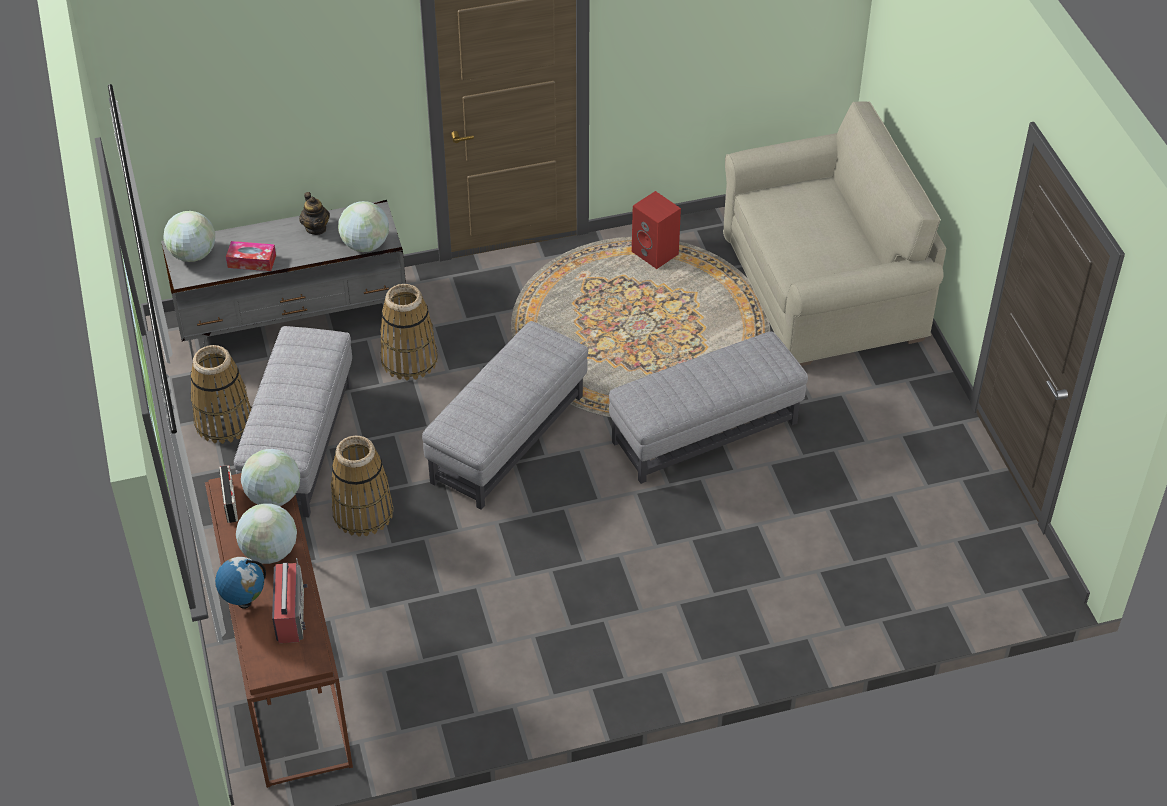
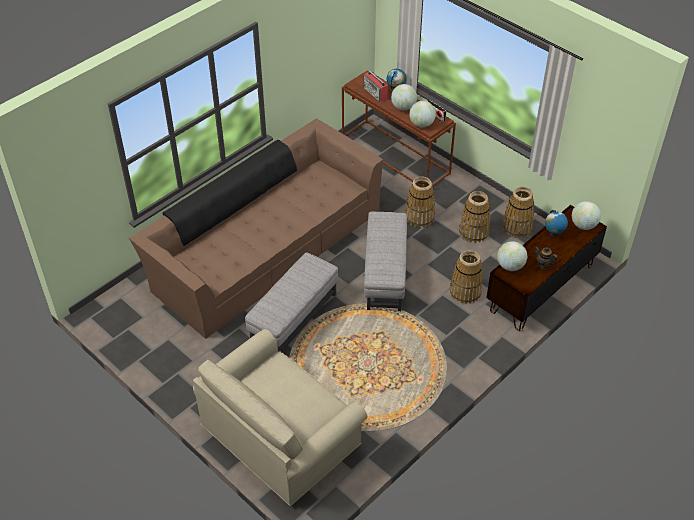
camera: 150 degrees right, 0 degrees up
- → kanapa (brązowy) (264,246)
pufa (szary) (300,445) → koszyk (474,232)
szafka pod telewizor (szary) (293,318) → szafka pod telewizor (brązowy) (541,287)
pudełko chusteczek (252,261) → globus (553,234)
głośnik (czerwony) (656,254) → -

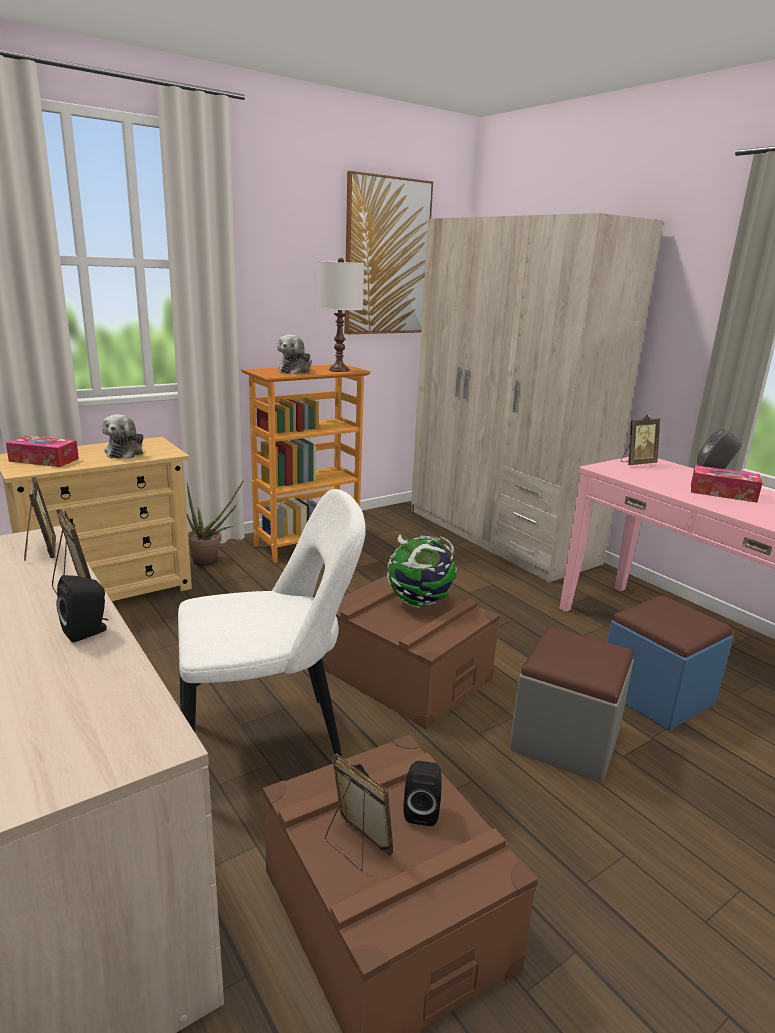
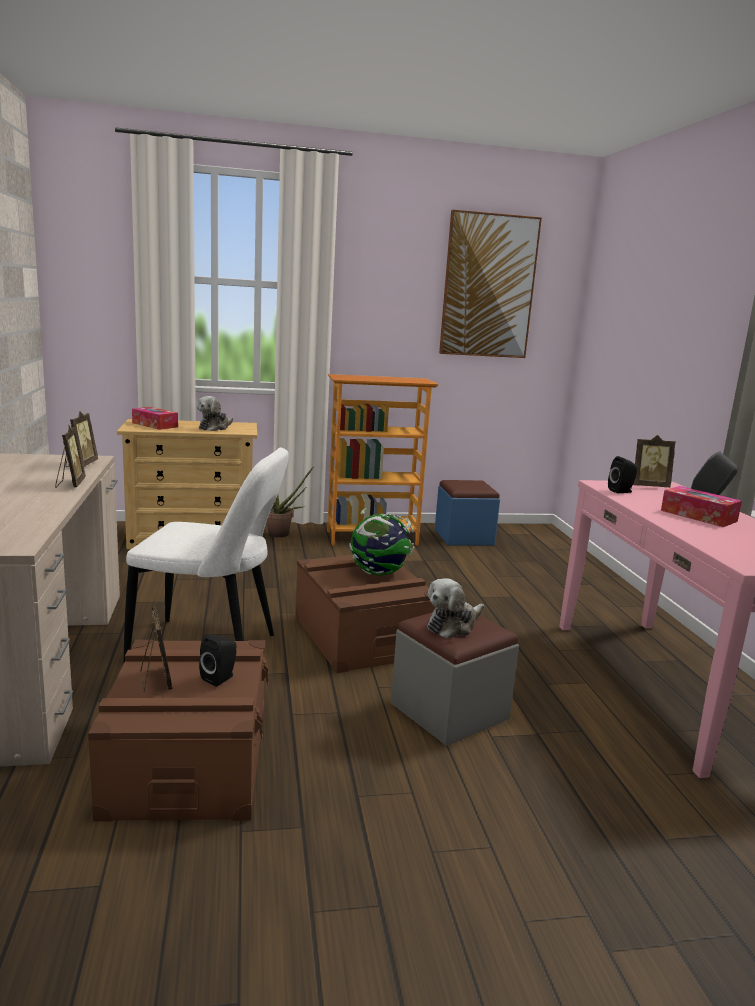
camera: 25 degrees right, 5 degrees down
pluszak (296,371) → pluszak (453,625), relocated
pufa (niebieski) (656,696) → pufa (niebieski) (464,537), relocated
głośnik (czarny) (88,632) → głośnik (czarny) (622,491), relocated
lampa stołowa (biały) (338,370) → -
szafa (beżowy) (499,536) → -

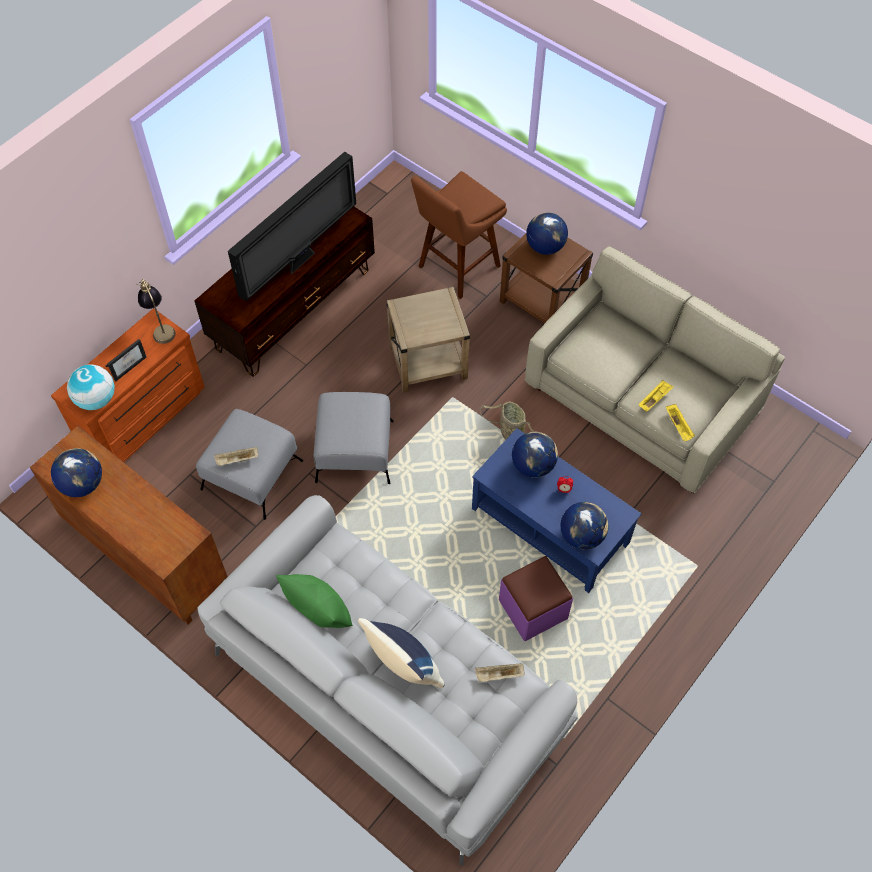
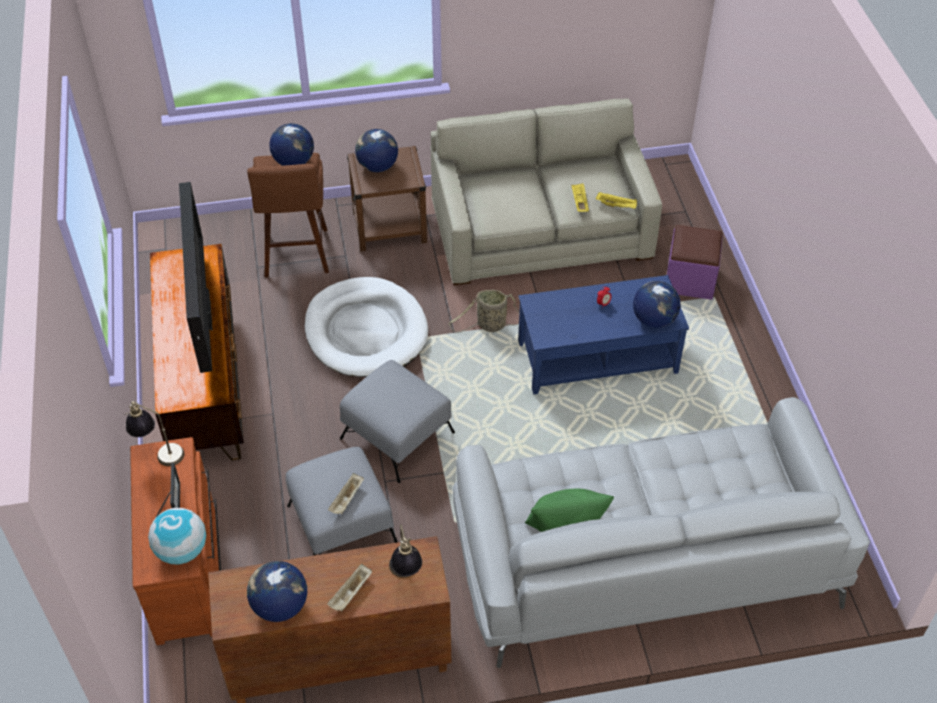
camera: 50 degrees left, 10 degrees down
globus (533,465) → globus (293,162), relocated
stolik (beżowy) (428,362) → legowisko (biały) (366,331)
taca (beżowy) (499,675) → taca (beżowy) (351,593), relocated
- → lampa stołowa (405,576)
pufa (fioletowy) (533,609) → pufa (fioletowy) (690,279), relocated
poduszka (niebieski) (402,666) → -

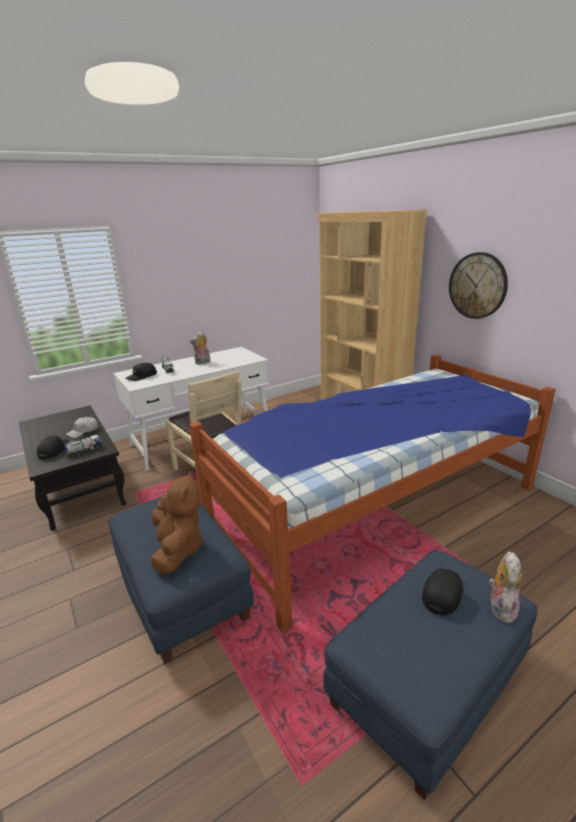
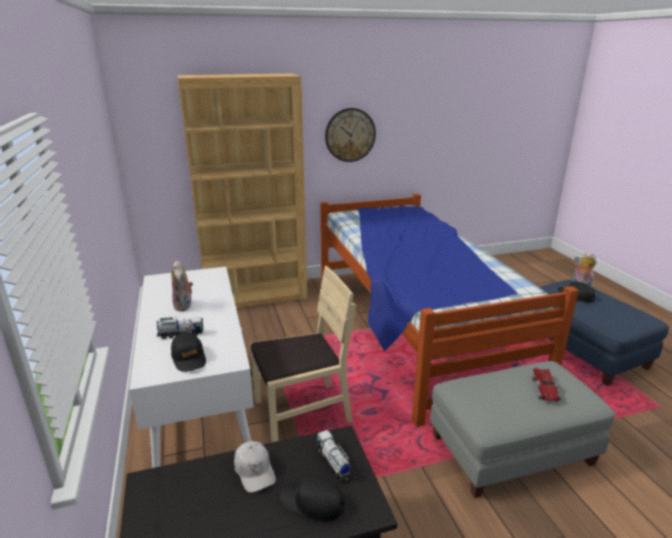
camera: 75 degrees left, 0 degrees up
pufa (niebieski) (182,592) → pufa (szary) (512,449)
pluszak (brązowy) (178,549) → samochodzik (545,389)

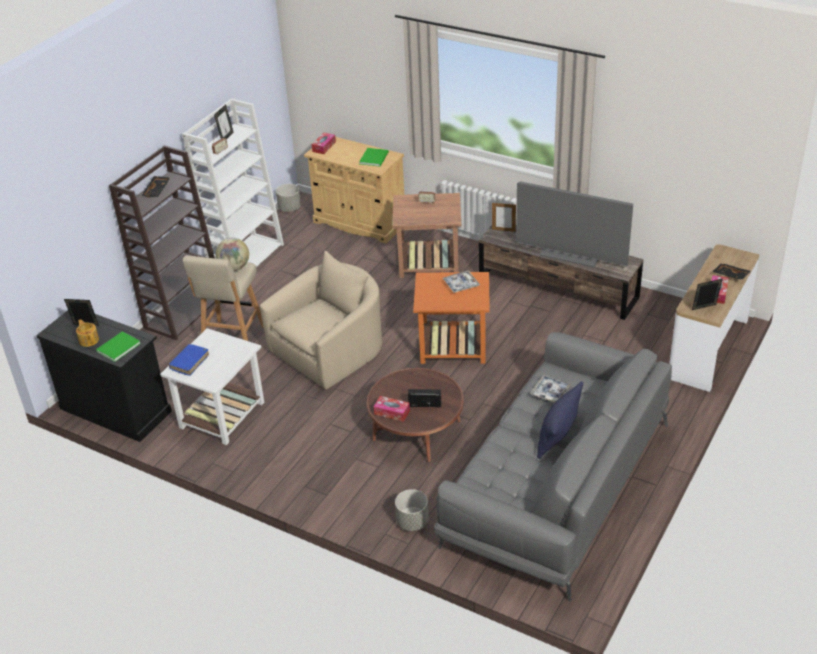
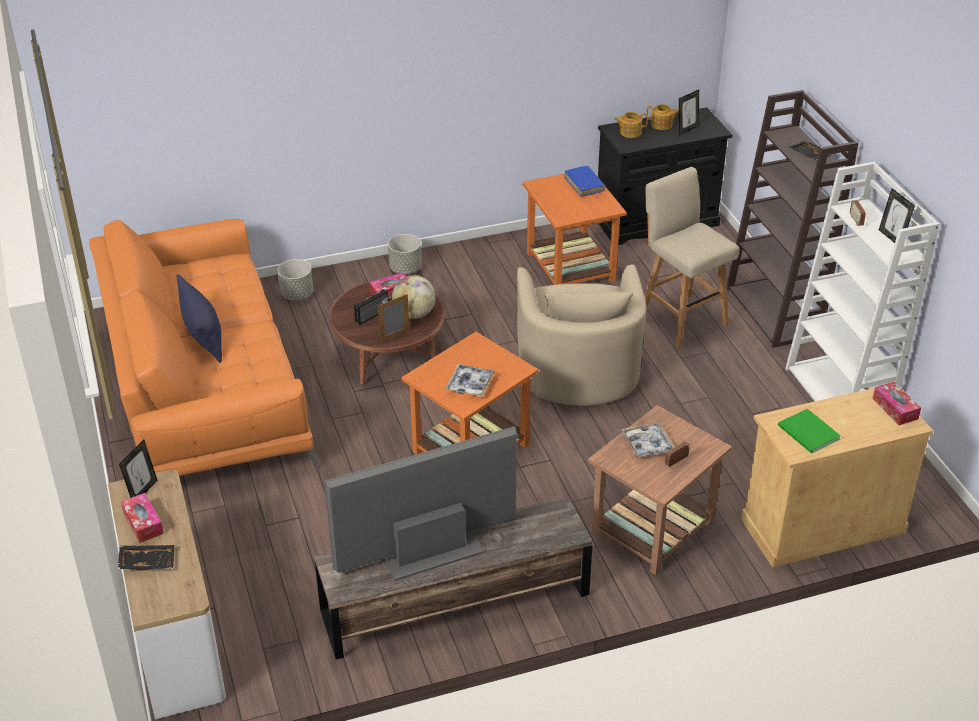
camera: 130 degrees right, 0 degrees up
kanapa (szary) (556,485) → kanapa (pomarańczowy) (205,387)
ramka na zdjęcie (503,230) → ramka na zdjęcie (394,336), relocated
donica (szary) (289,208) → donica (szary) (405,268), relocated
globus (234,267) → globus (414,314), relocated
stolik (biały) (222,414) → stolik (pomarańczowy) (571,267)
książka (zielony) (117,347) → imbryk (630,132)
taca (550,392) → taca (647,444), relocated

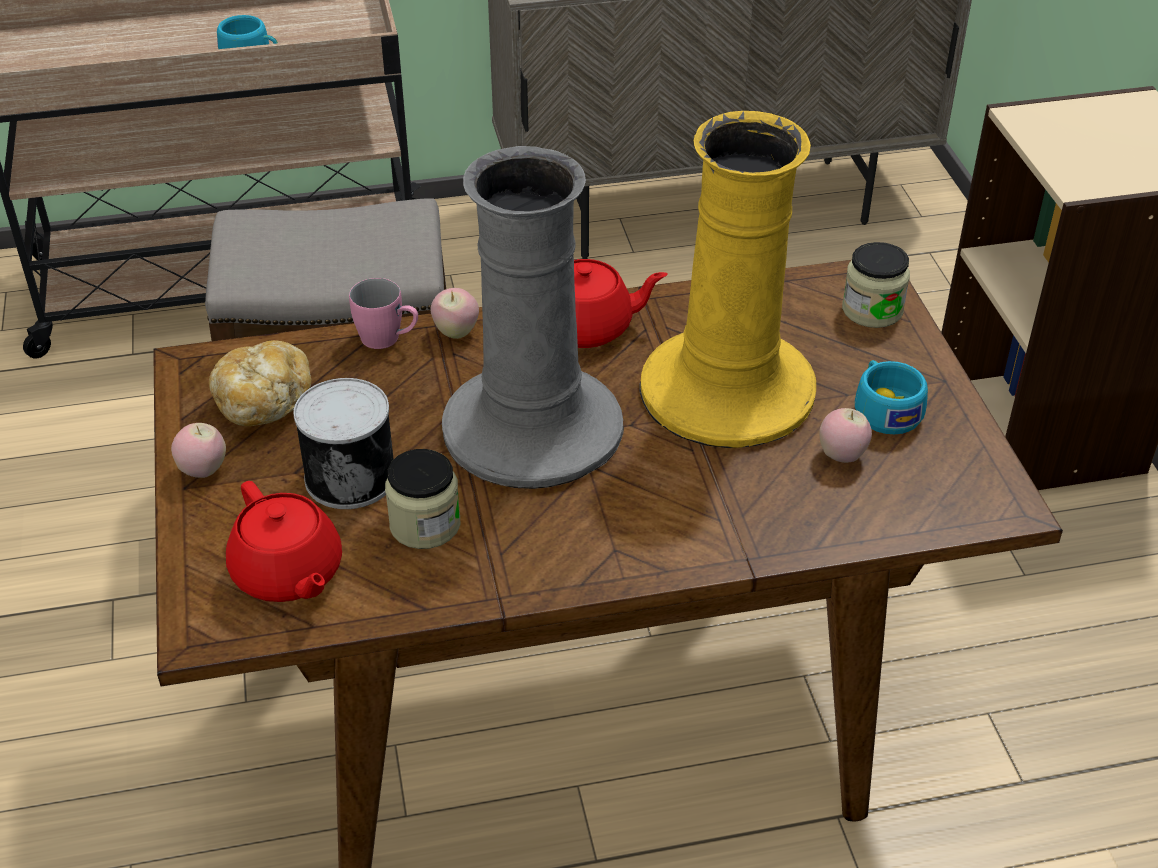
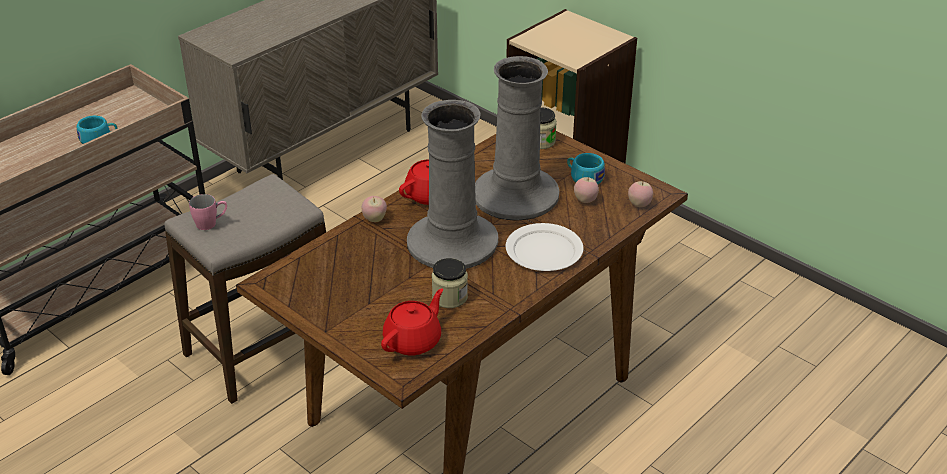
camera: 35 degrees left, 5 degrees down
kubek (różowy) (388,339) → kubek (różowy) (211,223), relocated
imbryk (czerwony) (288,574) → imbryk (czerwony) (413,341), 75 degrees counterclockwise
wazon (żółty) (725,389) → wazon (szary) (515,195)
- → talerz (biały) (543,250)
jabłko (203,471) → jabłko (639,205), relocated
chleb (264,402) → -
puszka (351,475) → -

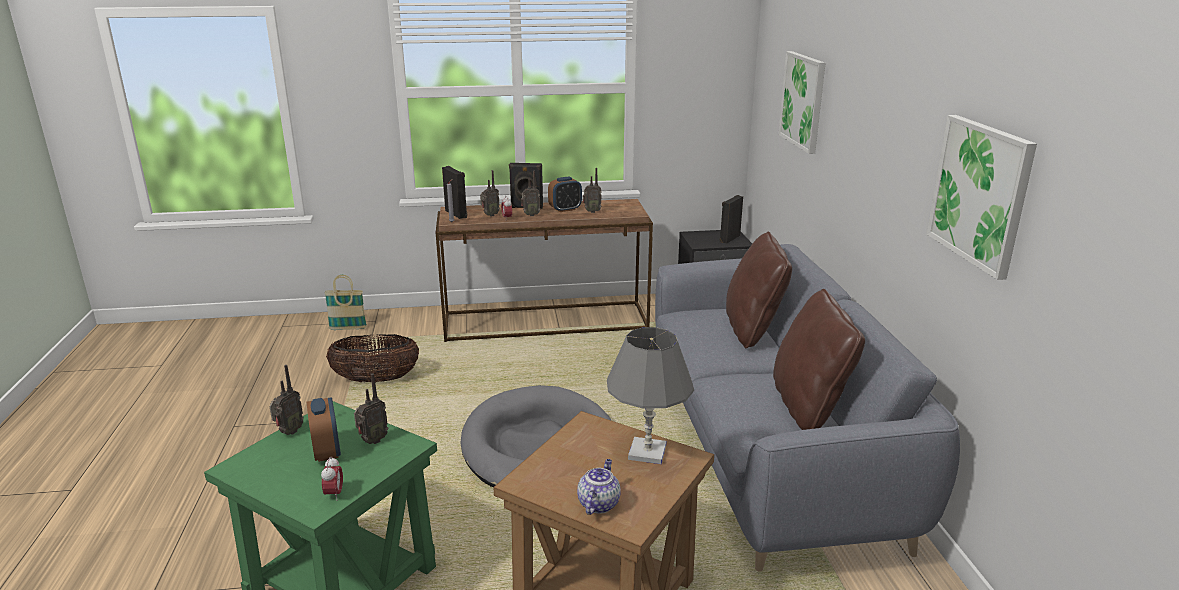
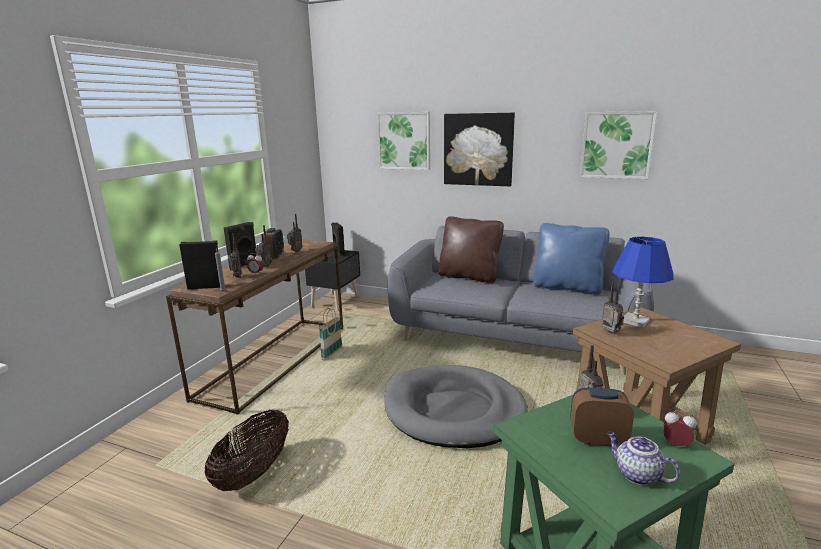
camera: 60 degrees left, 5 degrees down
koszyk (348,328) → koszyk (332,354), relocated
- → obraz (478,149)
poduszka (brązowy) (809,407) → poduszka (niebieski) (567,287)
radio (289,432) → radio (609,333), relocated
imbryk (598,503) → imbryk (636,474), relocated
lampa stołowa (szary) (647,452) → lampa stołowa (niebieski) (635,321)

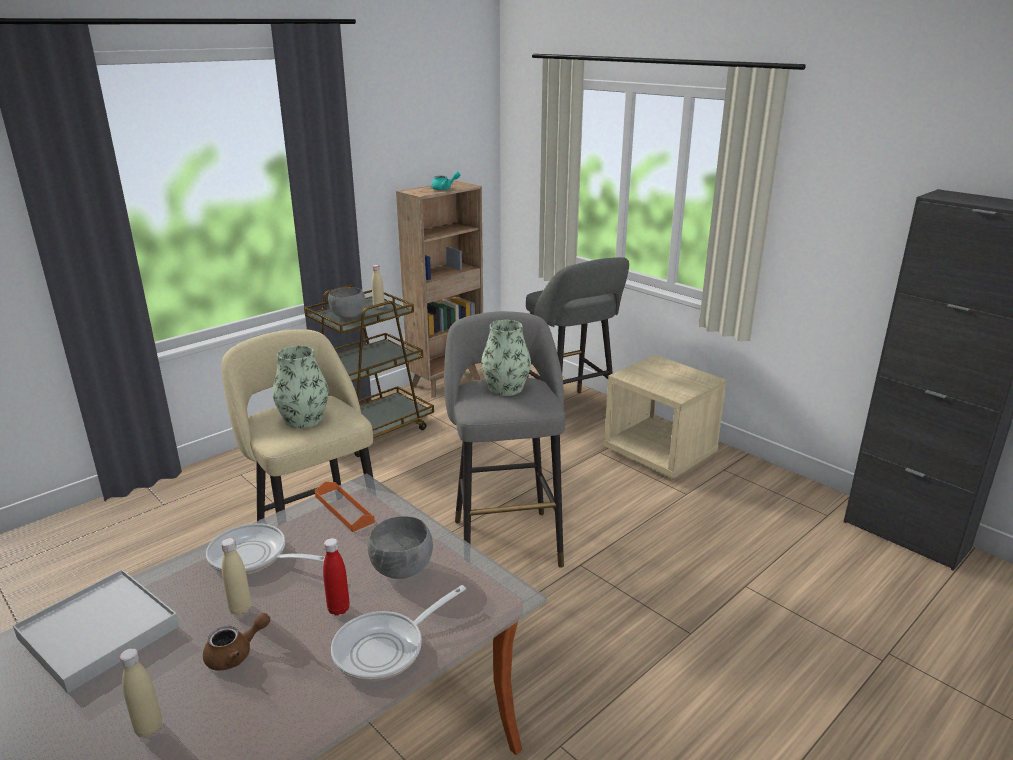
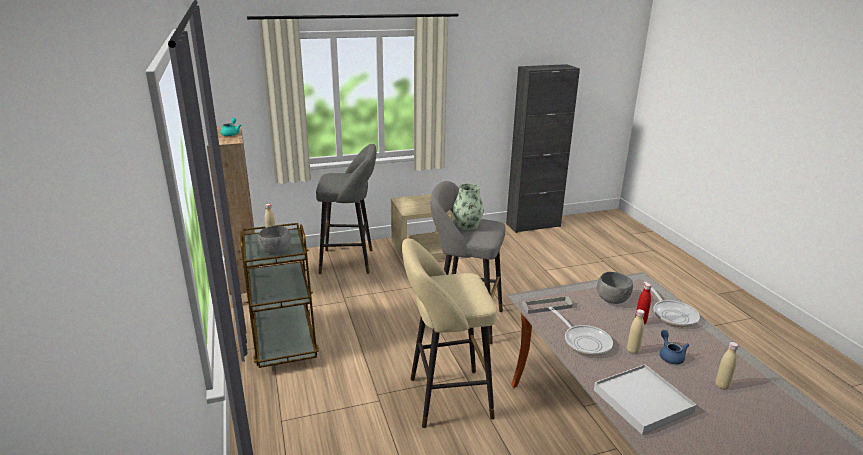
camera: 65 degrees left, 0 degrees up
taca (pomarańczowy) (344,509) → taca (szary) (546,306)
patelnia (254,557) → patelnia (584,341), 75 degrees counterclockwise
imbryk (brązowy) (236,654) → imbryk (niebieski) (670,355)
wazon (304,419) → -

